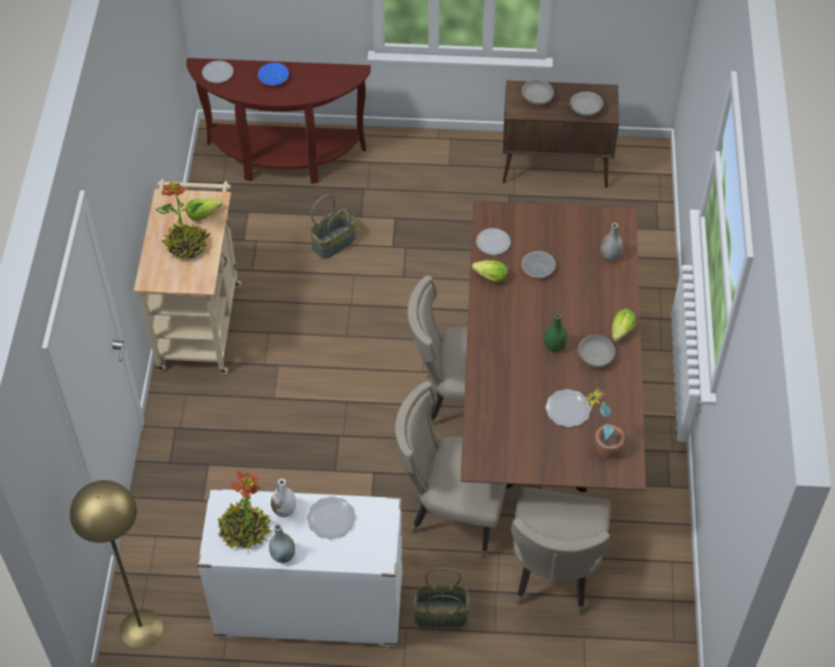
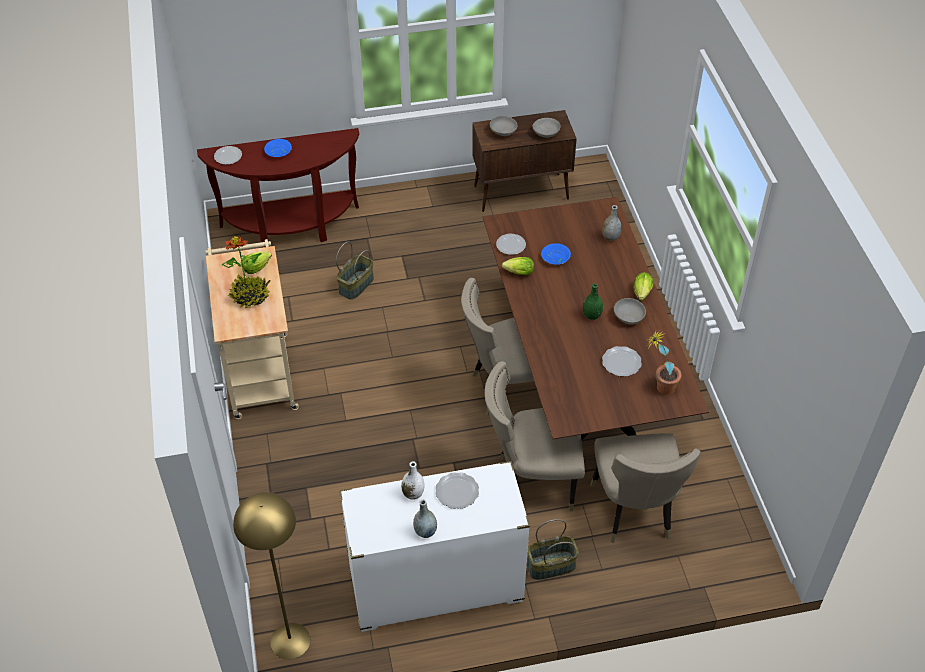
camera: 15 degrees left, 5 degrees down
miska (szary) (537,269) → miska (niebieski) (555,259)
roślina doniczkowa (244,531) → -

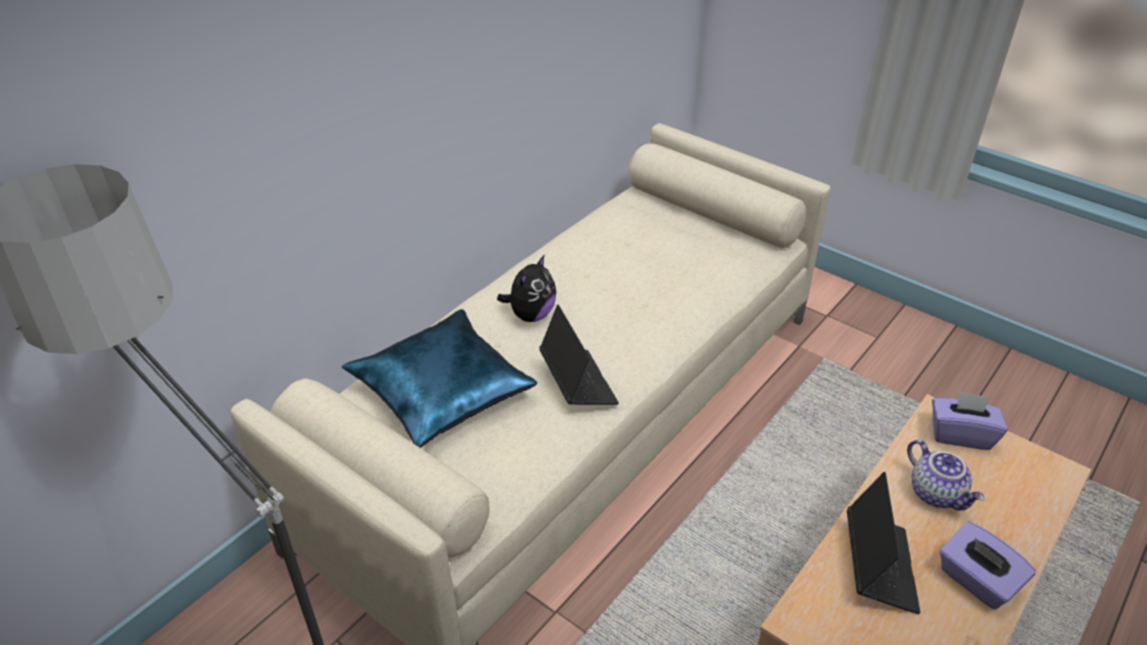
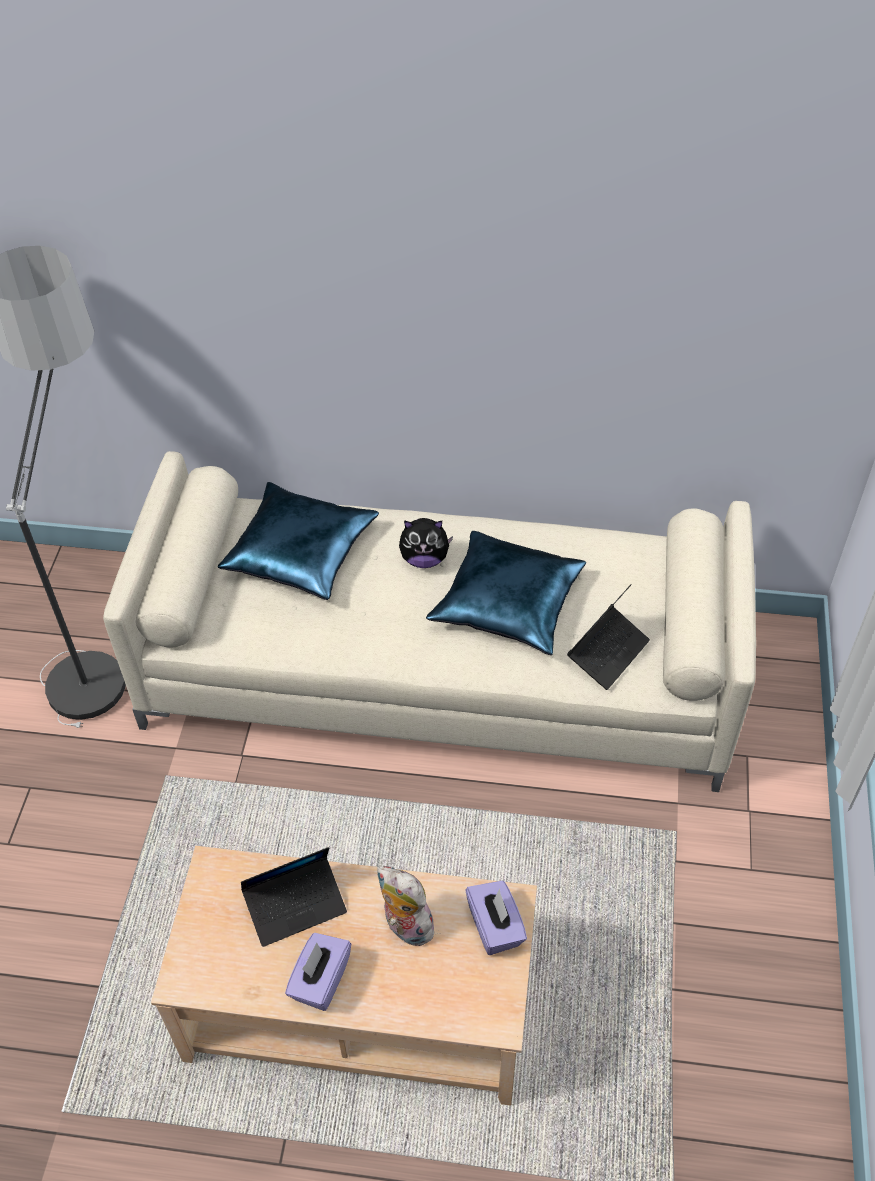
camera: 60 degrees right, 10 degrees up
imbryk (937,493) → pluszak (405,927)
- → poduszka (niebieski) (509,603)
laptop (577,383) → laptop (608,652), relocated

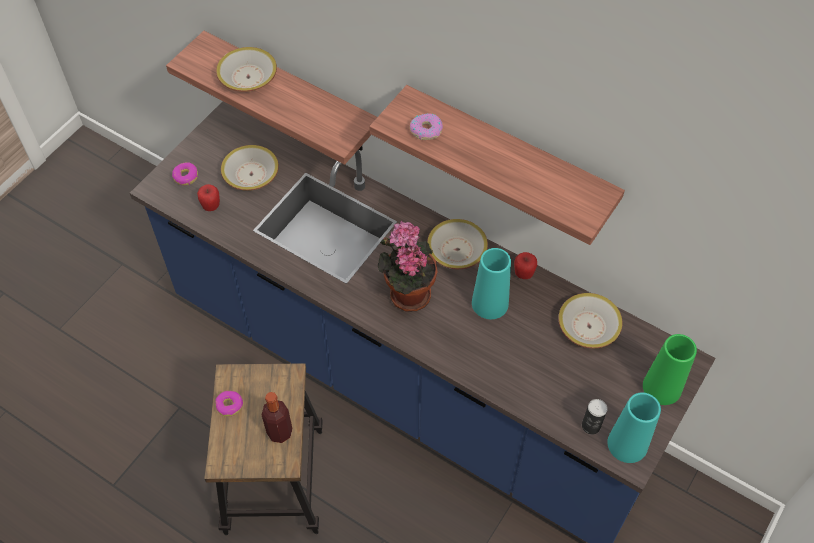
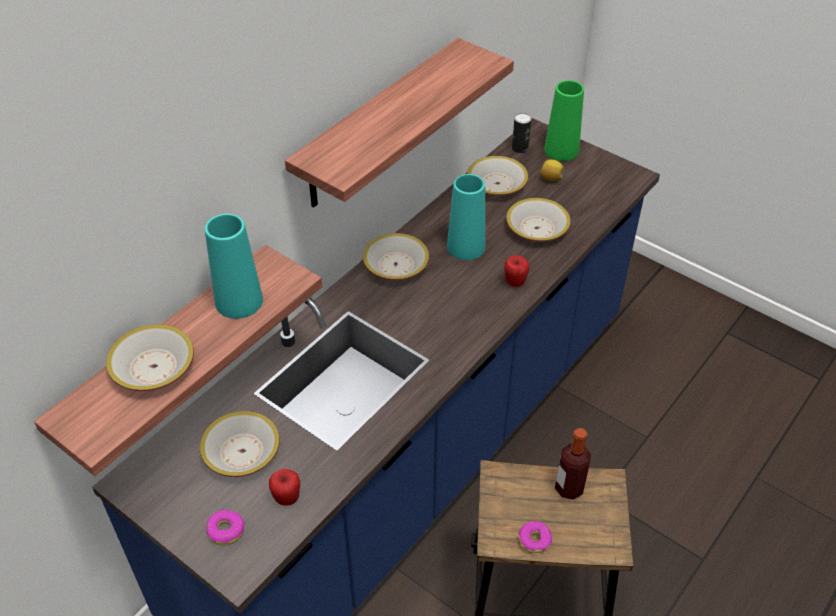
camera: 85 degrees left, 10 degrees down
wazon (turkusowy) (627,444) → wazon (turkusowy) (239,301), relocated
jabłko (523,274) → jabłko (515,282), relocated
- → miska (536,228)
puszka (591,426) → puszka (519,148), relocated
- → cytryna (551,178)
roślina doniczkowa (407,292) → -
donut (426,130) → -

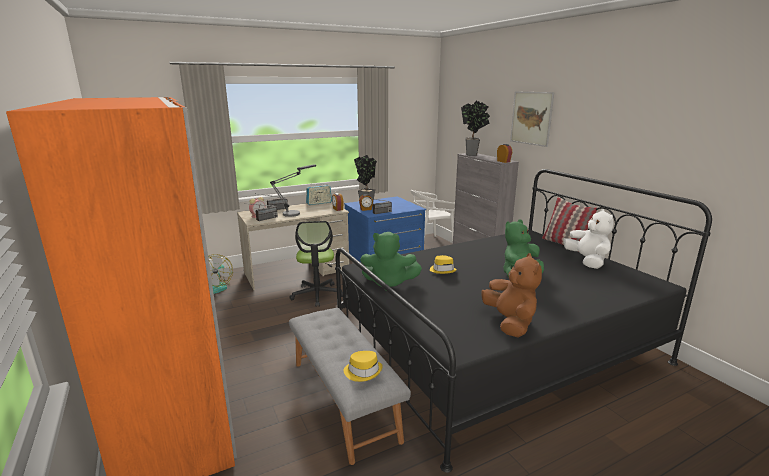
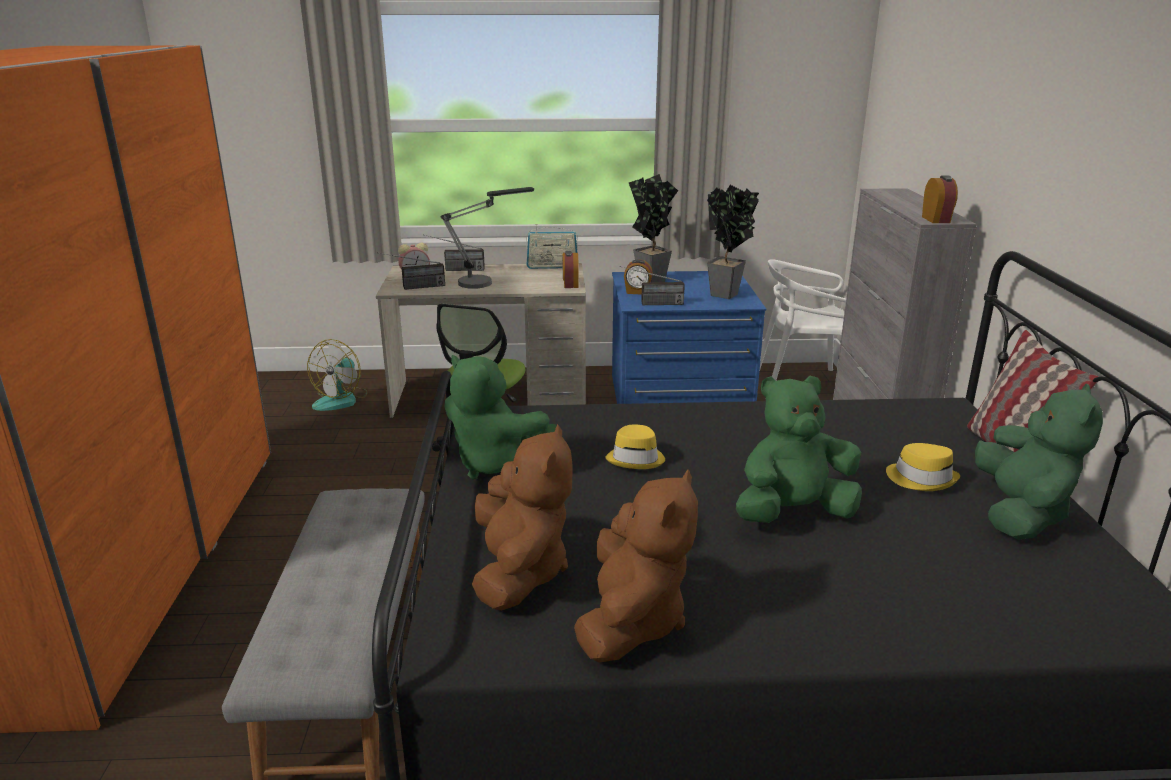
camera: 25 degrees right, 5 degrees up
- → pluszak (brązowy) (519,572)
roślina doniczkowa (473,155) → roślina doniczkowa (727,296), relocated
kapelusz (żółty) (363,371) → kapelusz (żółty) (921,478), relocated
pluszak (biały) (587,261) → pluszak (zielony) (1020,513)
obraz (531,118) → -

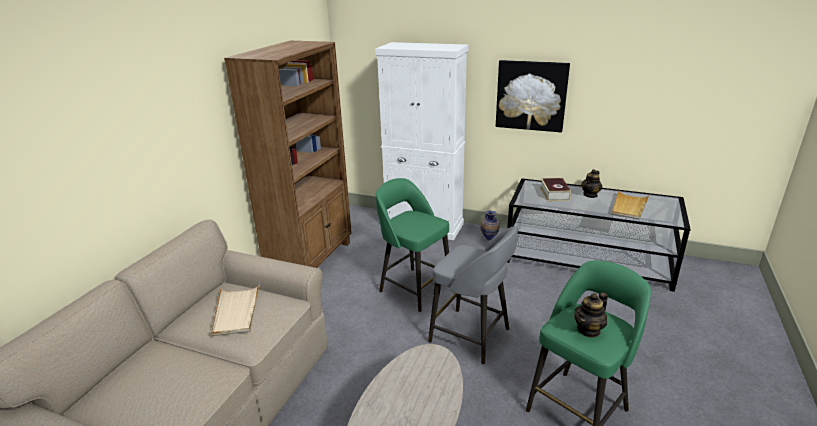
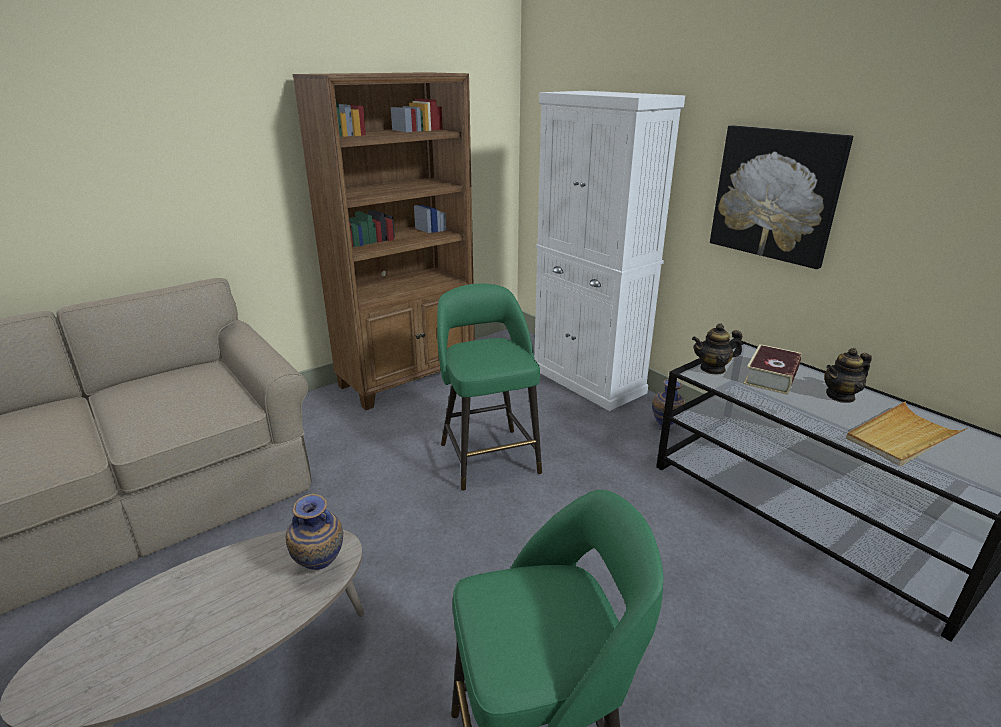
camera: 30 degrees right, 0 degrees up
- → wazon (320,569)
imbryk (588,330) → imbryk (713,369), relocated
taca (beżowy) (236,312) → -
stołek (szary) (471,336) → -

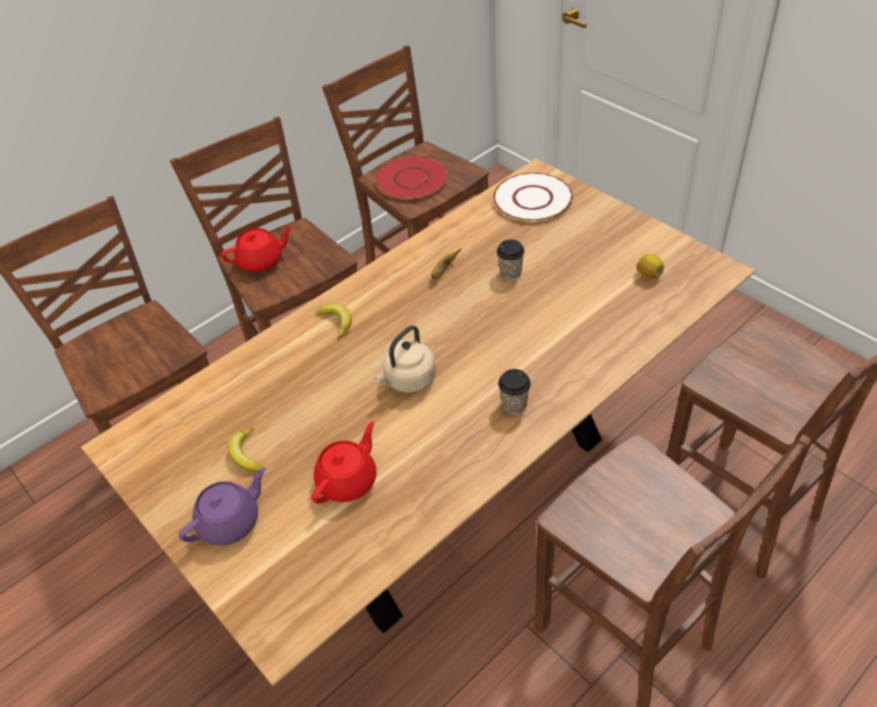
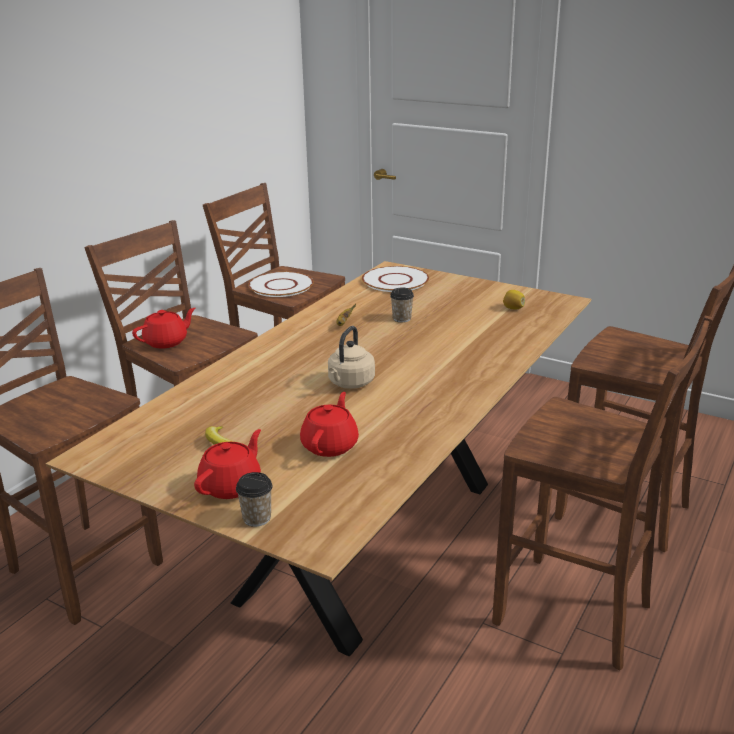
camera: 20 degrees left, 20 degrees down
imbryk (fioletowy) (231,522) → imbryk (czerwony) (231,485)
filiżanka (514,405) → filiżanka (257,518), relocated
talerz (czerwony) (411,179) → talerz (biały) (280,286)
banan (337,321) → -

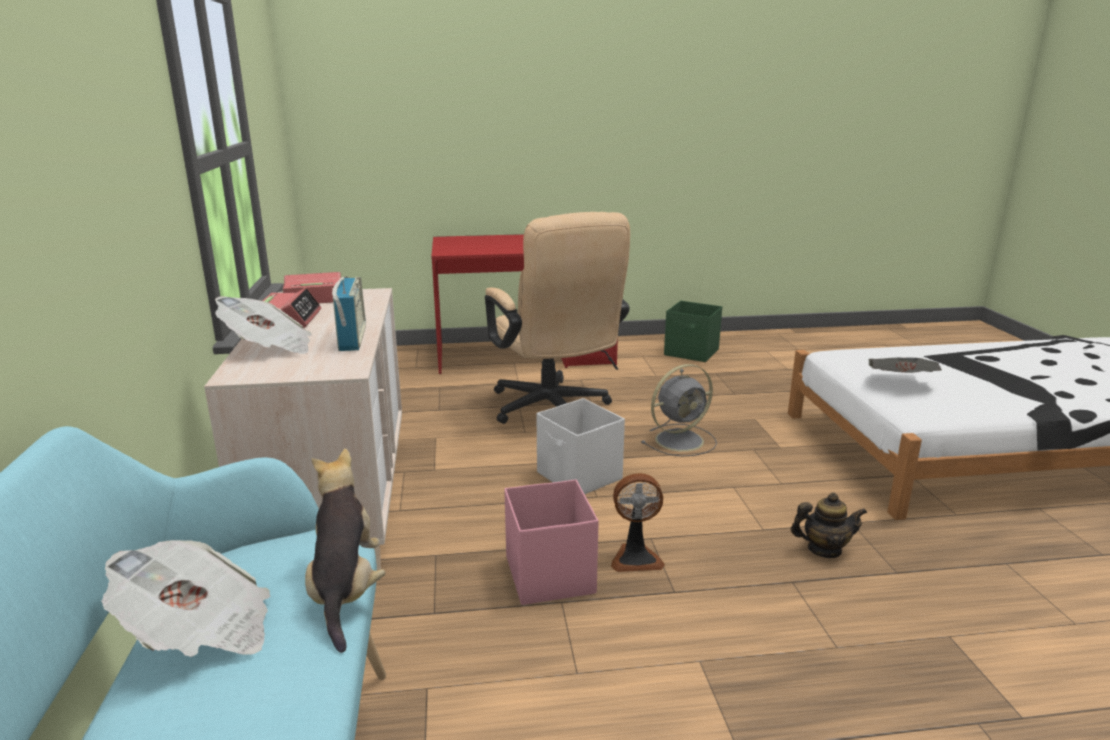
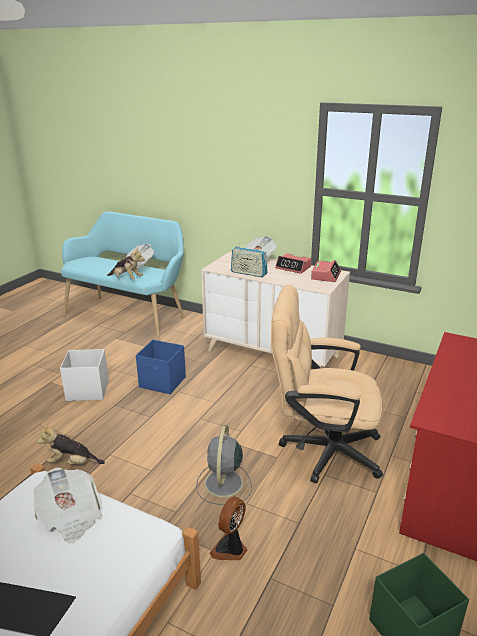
camera: 125 degrees right, 5 degrees up
imbryk (824,549) → pluszak (72,463)
pojemnik do przechowywania (biały) (579,476) → pojemnik do przechowywania (biały) (87,390), relocated
pojemnik do przechowywania (różowy) (550,574) → pojemnik do przechowywania (niebieski) (163,382)
wentylator (635,558) → wentylator (230,549), relocated

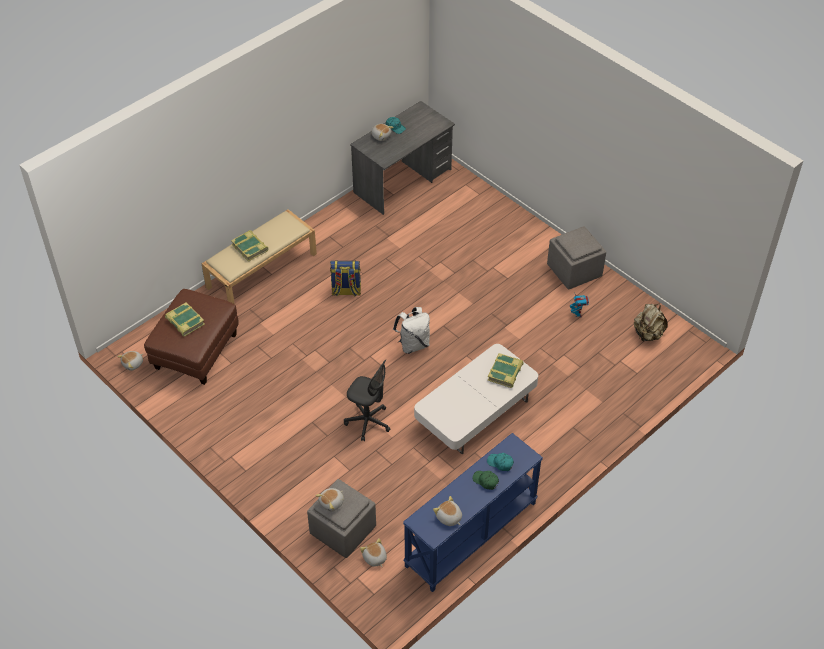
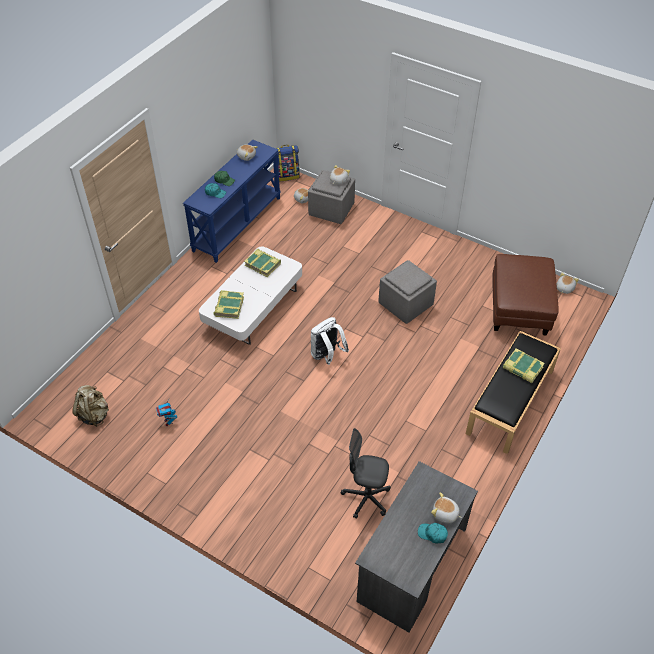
camera: 165 degrees right, 0 degrees up
książka (185,322) → książka (263,264), relocated
plecak (346,291) → plecak (287,175), relocated
krzesło biurowe (szary) (368,422) → krzesło biurowe (szary) (366,498), relocated
pufa (szary) (575,271) → pufa (szary) (405,304), relocated
ławka (beżowy) (262,270) → ławka (czarny) (510,402)

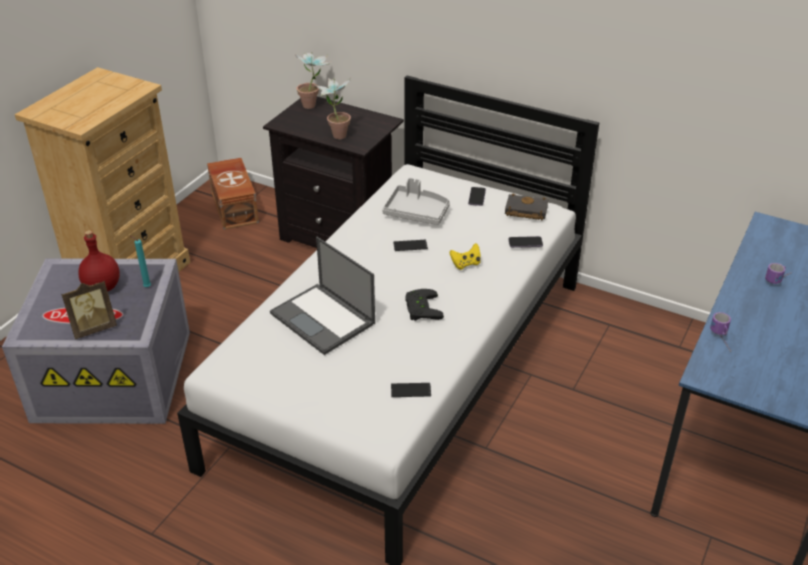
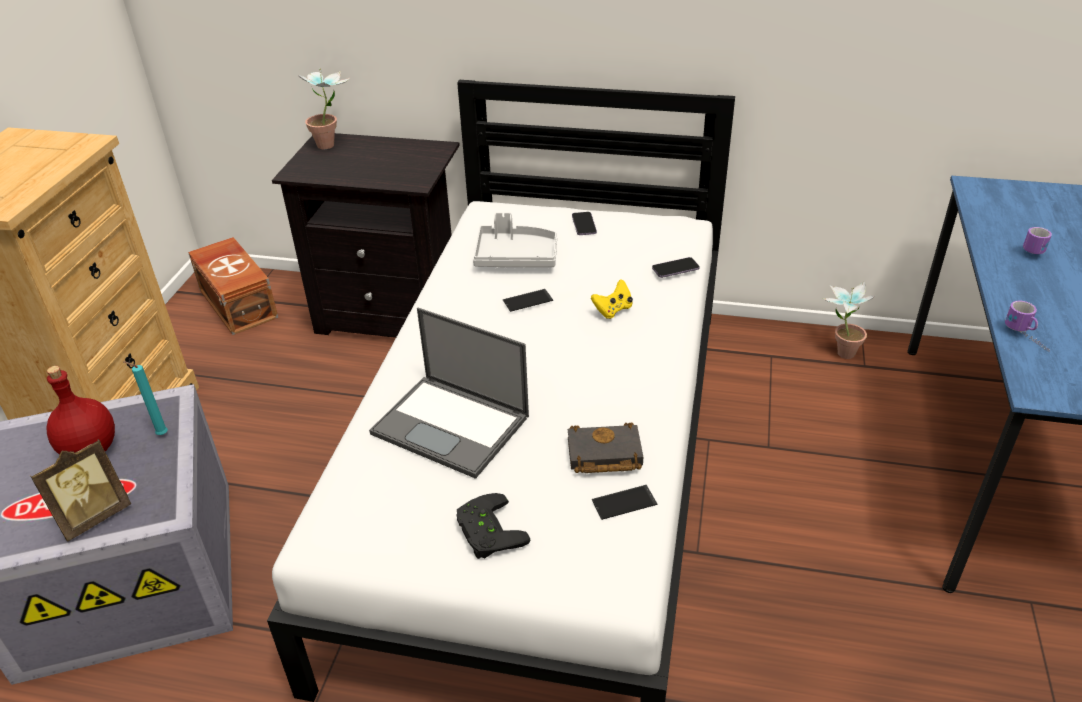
camera: 15 degrees left, 0 degrees up
pad do gier (czarny) (420,308) → pad do gier (czarny) (486,532), relocated
książka (czarny) (524,211) → książka (czarny) (602,455), relocated
roślina doniczkowa (336,134) → roślina doniczkowa (839,351), relocated

